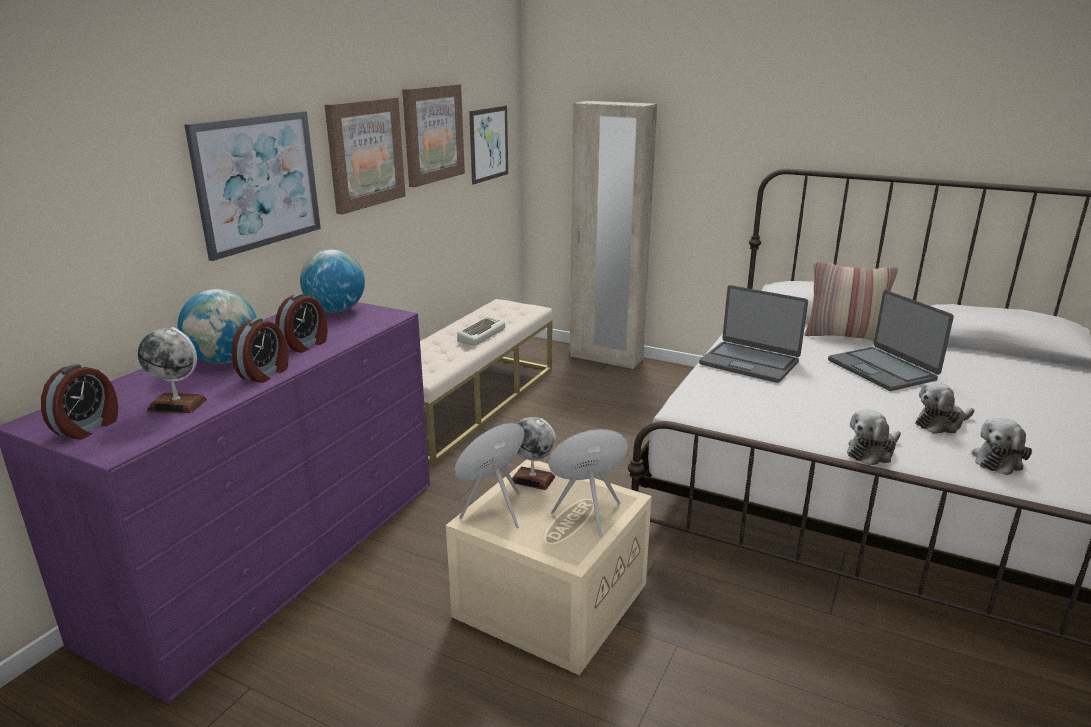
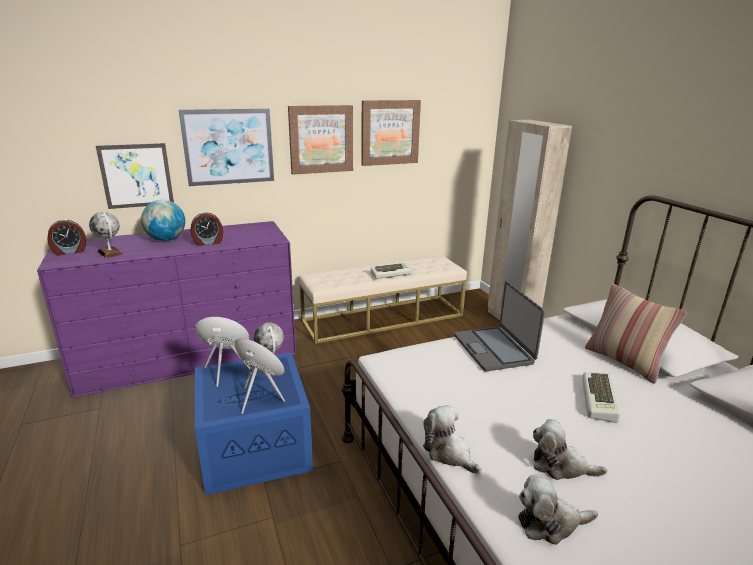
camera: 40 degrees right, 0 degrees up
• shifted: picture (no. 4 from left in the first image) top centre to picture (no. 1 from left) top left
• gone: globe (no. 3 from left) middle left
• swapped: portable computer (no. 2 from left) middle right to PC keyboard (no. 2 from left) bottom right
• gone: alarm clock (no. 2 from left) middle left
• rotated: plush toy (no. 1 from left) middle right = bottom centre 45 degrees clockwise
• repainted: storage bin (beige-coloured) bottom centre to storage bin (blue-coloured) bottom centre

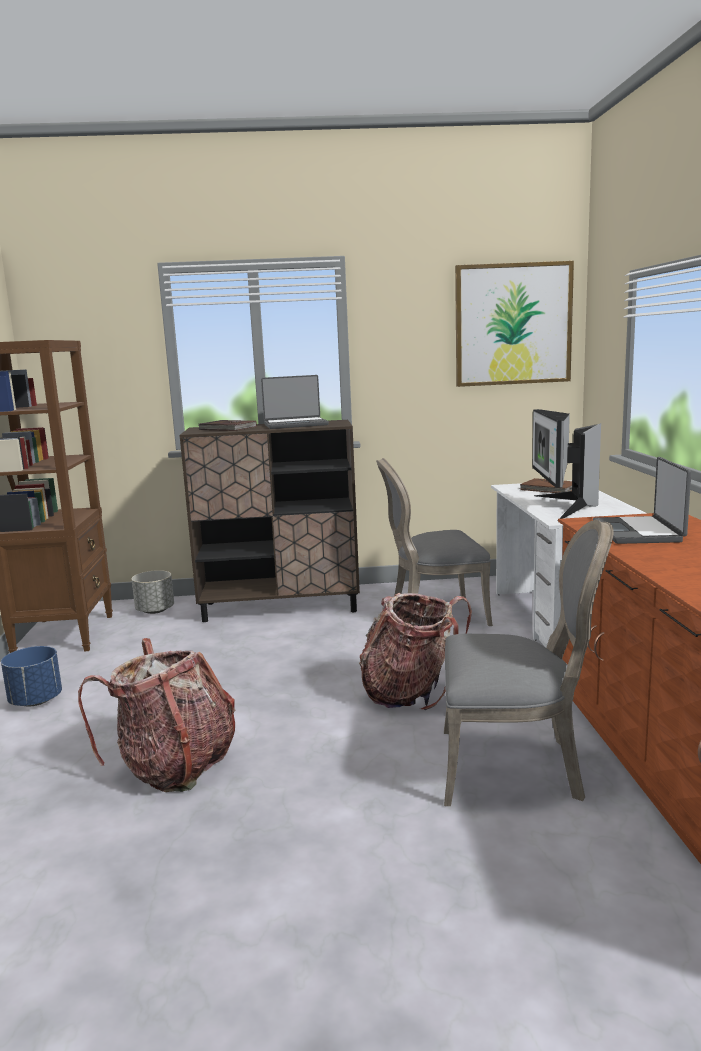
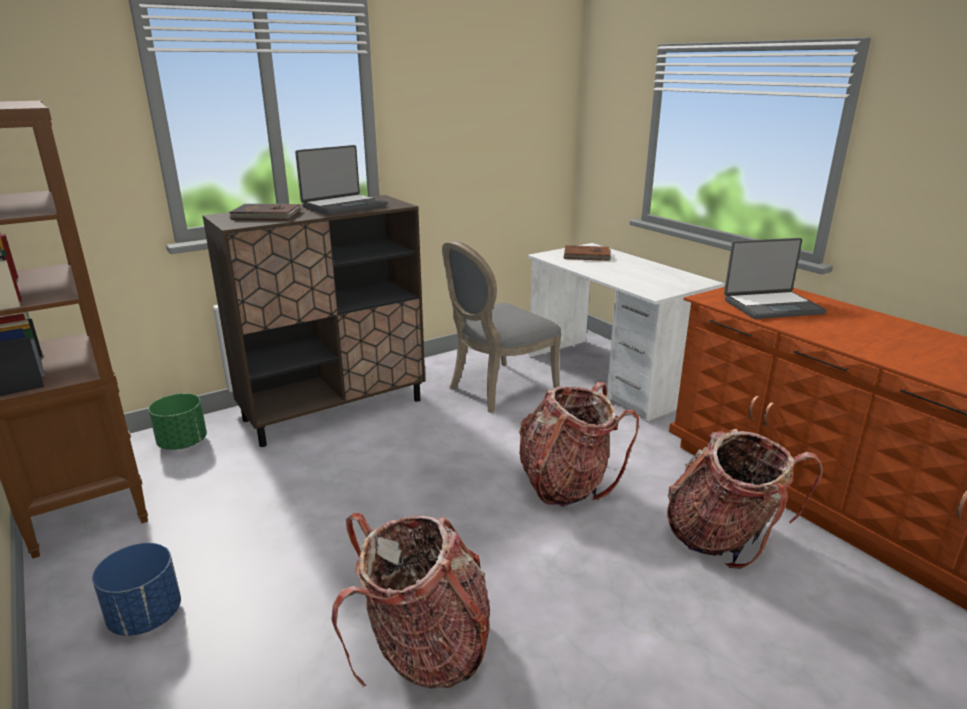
camera: 30 degrees left, 10 degrees up
• gone: picture top right
• gone: monitor middle right
• rotated: portable computer (no. 2 from left) middle right = middle right 75 degrees counterclockwise
• swapped: chair (greyish) (no. 2 from left) middle right to knapsack (no. 3 from left) bottom right
• repainted: planter (greyish) middle left to planter (greenish) middle left

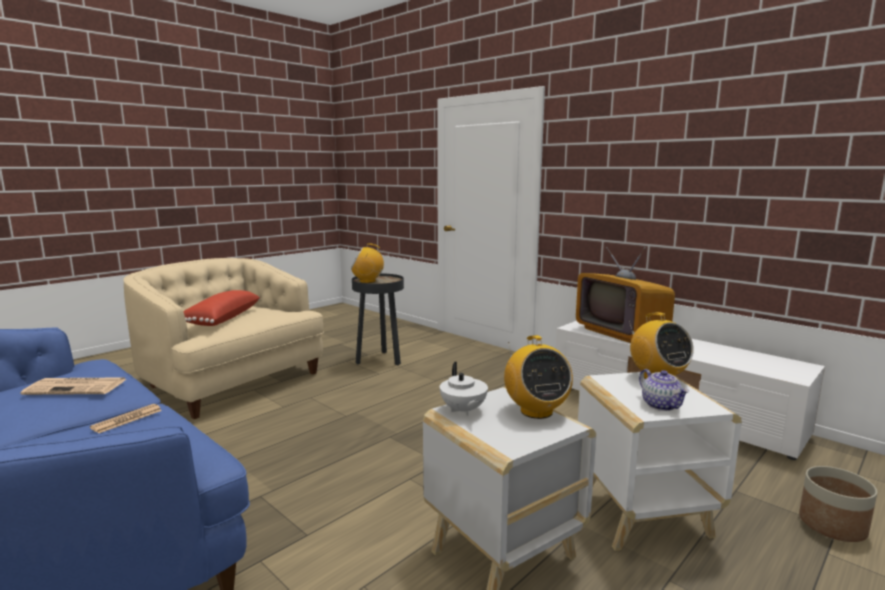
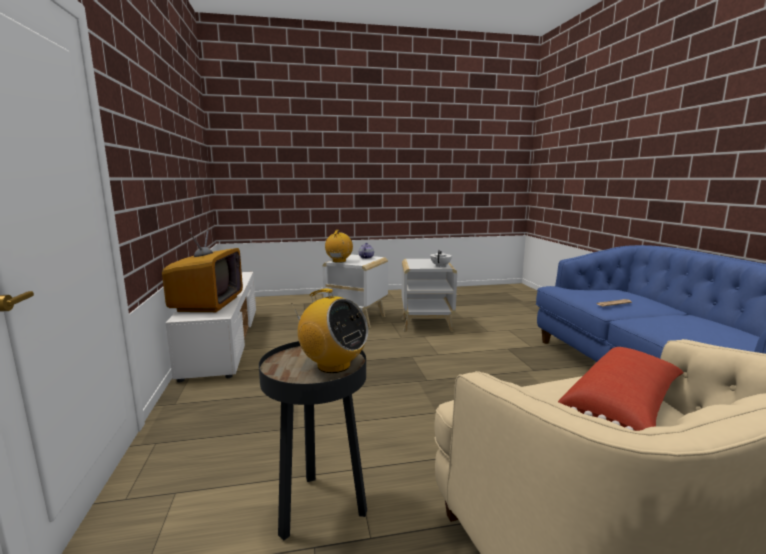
camera: 145 degrees left, 0 degrees up
• gone: radio (no. 2 from left) centre
• gone: daily paper (no. 1 from left) middle left
• gone: planter bottom right

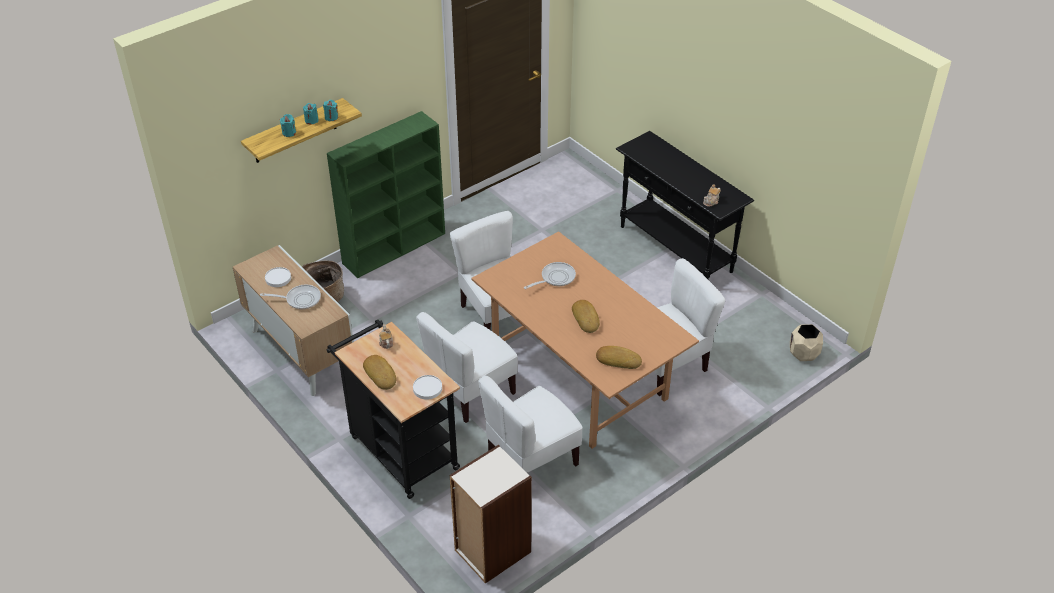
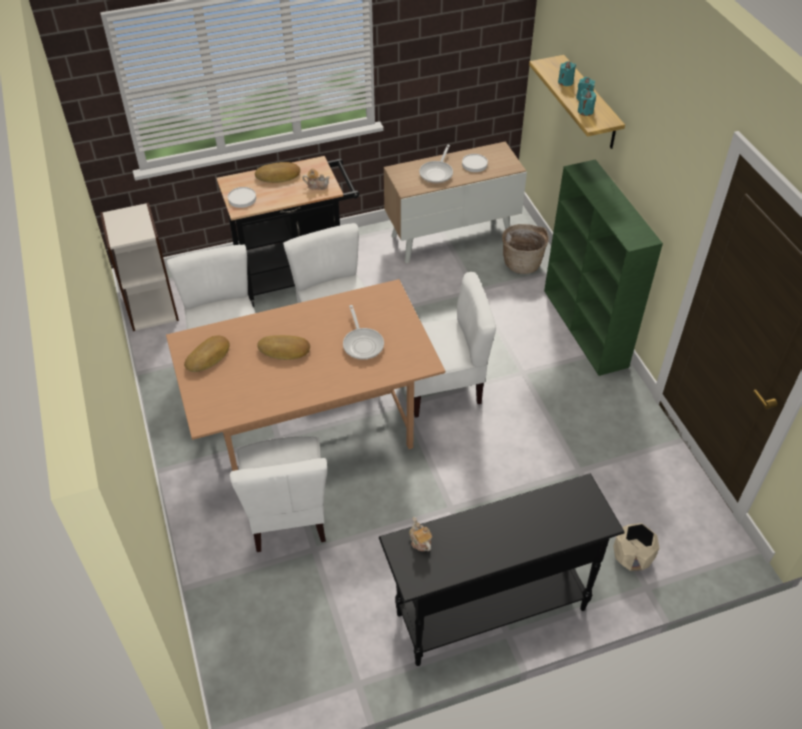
camera: 110 degrees right, 5 degrees up
• shifted: planter (beige-coloured) middle right to bottom right

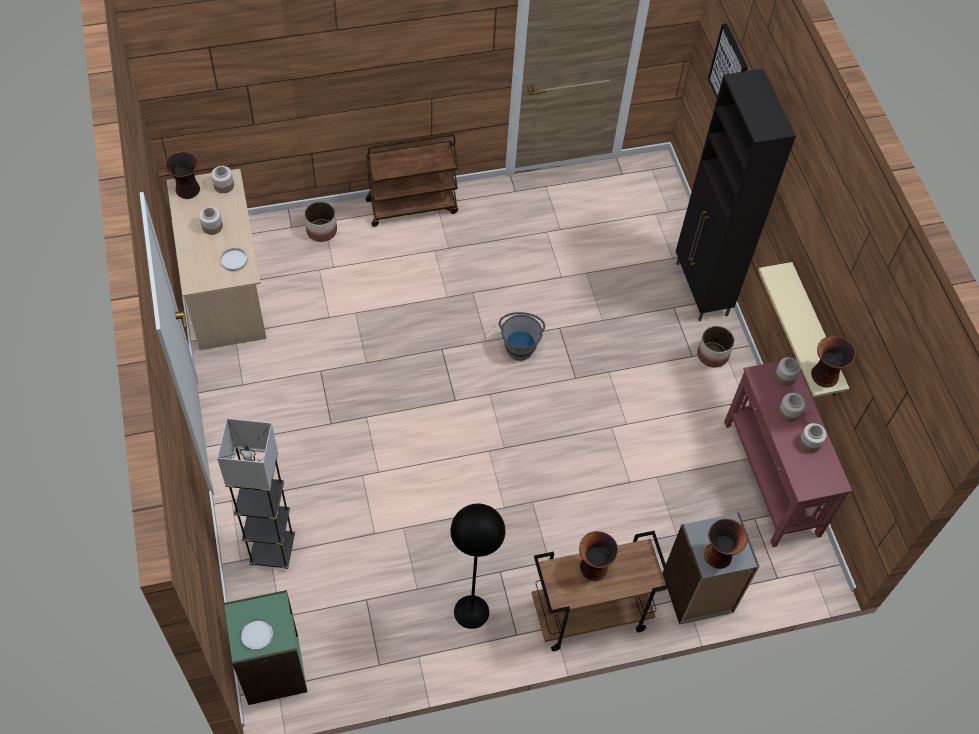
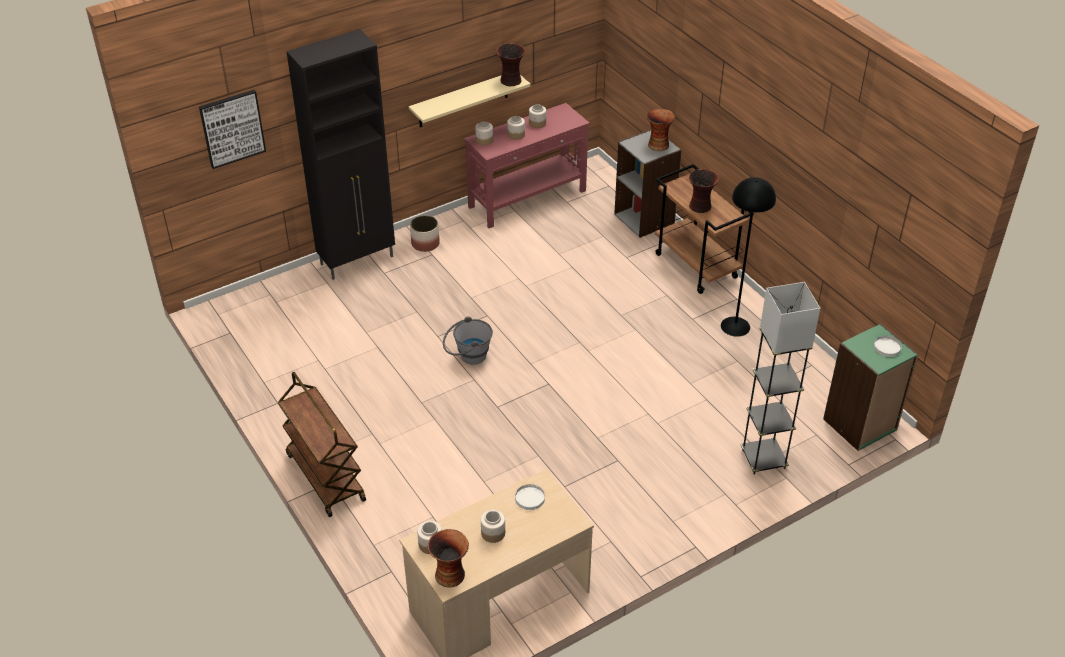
camera: 105 degrees left, 15 degrees down
• gone: planter (no. 1 from left) top left

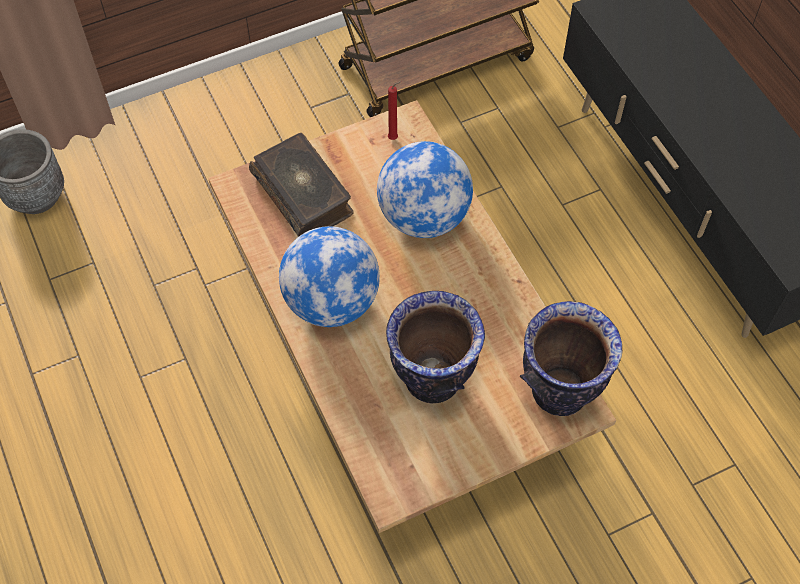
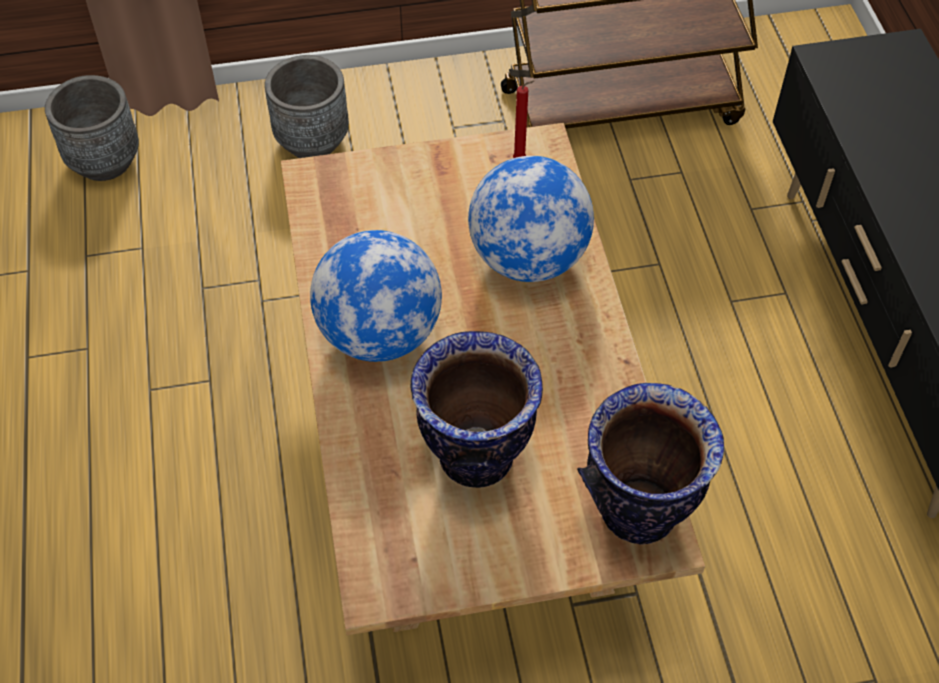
camera: 15 degrees right, 5 degrees down
• gone: volume top centre
• new: planter (greyish) (no. 2 from left) top left

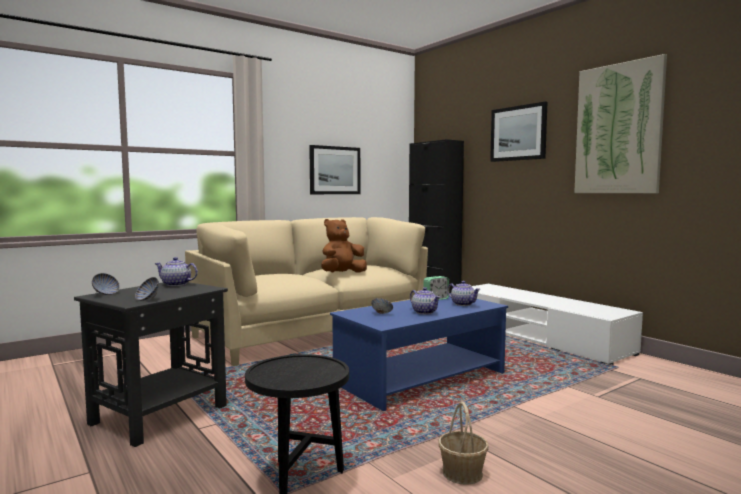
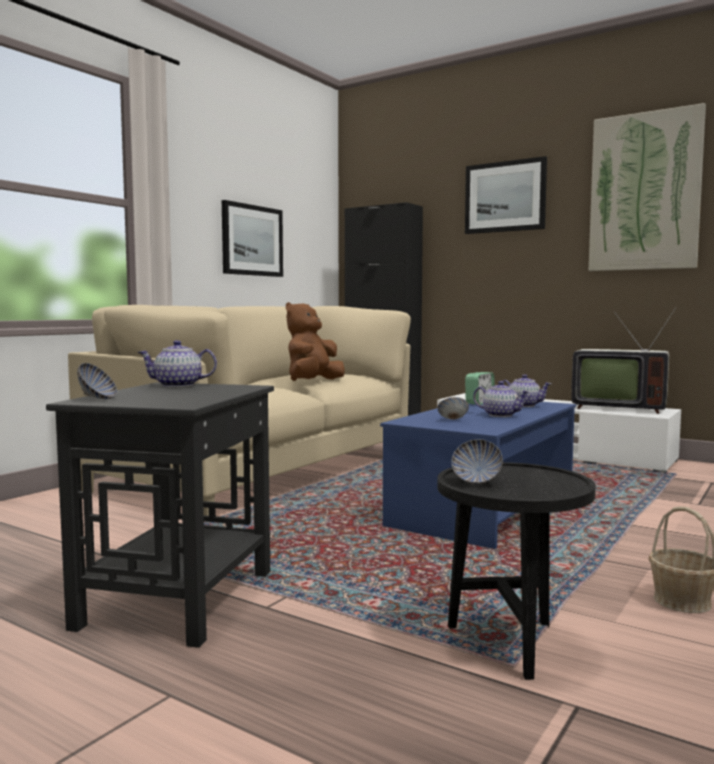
camera: 20 degrees left, 0 degrees up
• shifted: serving bowl (no. 2 from left in the first image) middle left to serving bowl (no. 3 from left) middle right
• new: TV set middle right

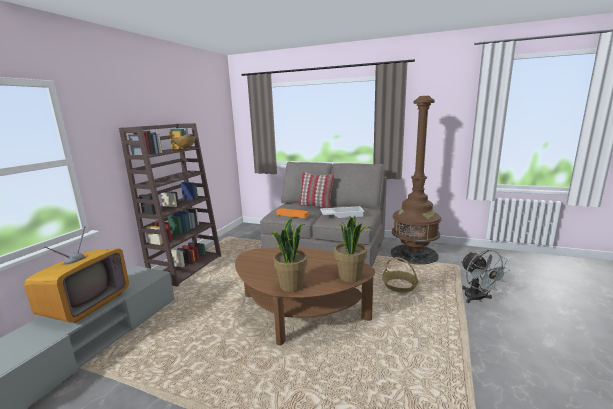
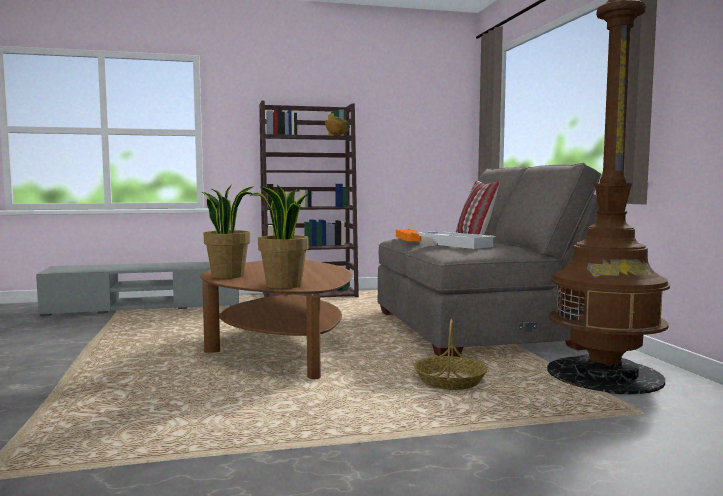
camera: 55 degrees right, 10 degrees down
• gone: TV set bottom left
• gone: cooling fan (greyish) bottom right

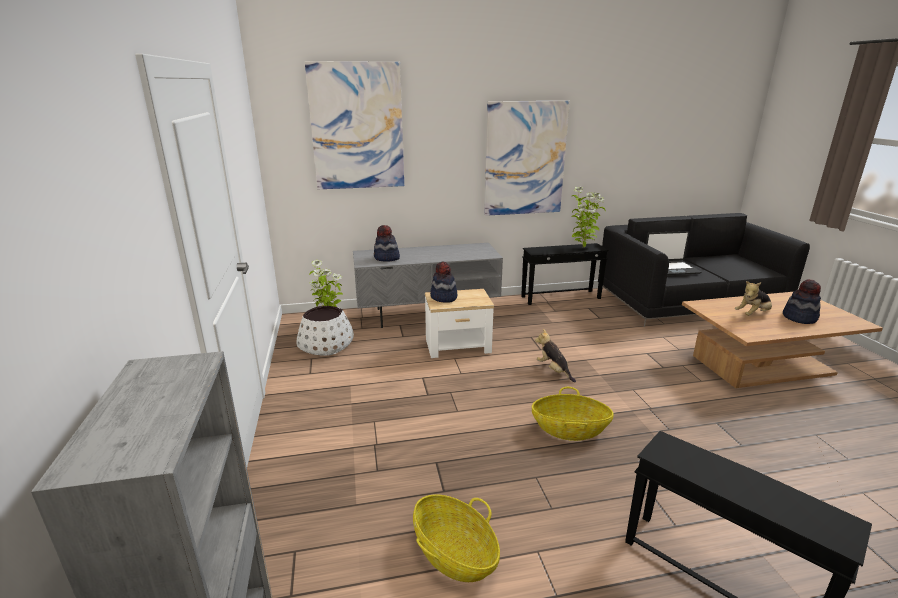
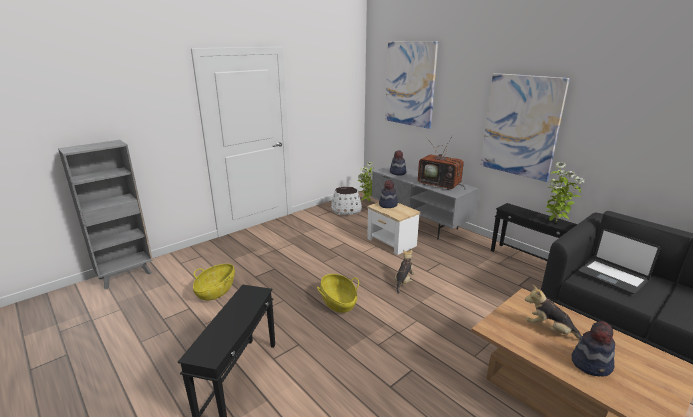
camera: 60 degrees right, 0 degrees up
• new: TV set centre

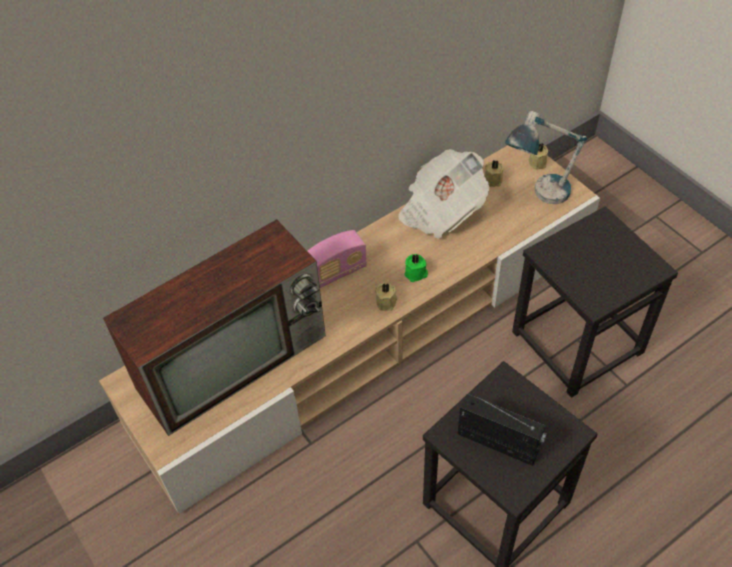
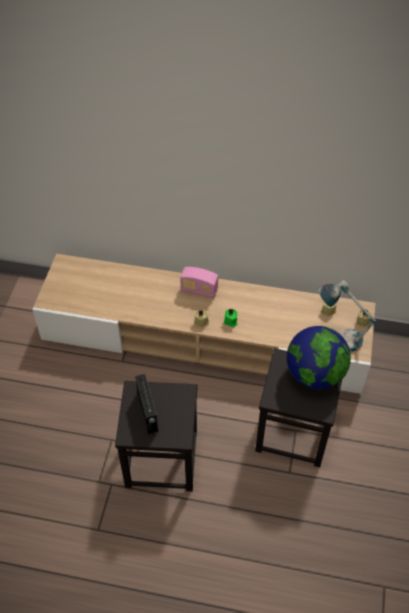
camera: 45 degrees right, 0 degrees up
• gone: daily paper centre
• gone: TV set middle left
• new: globe middle right

